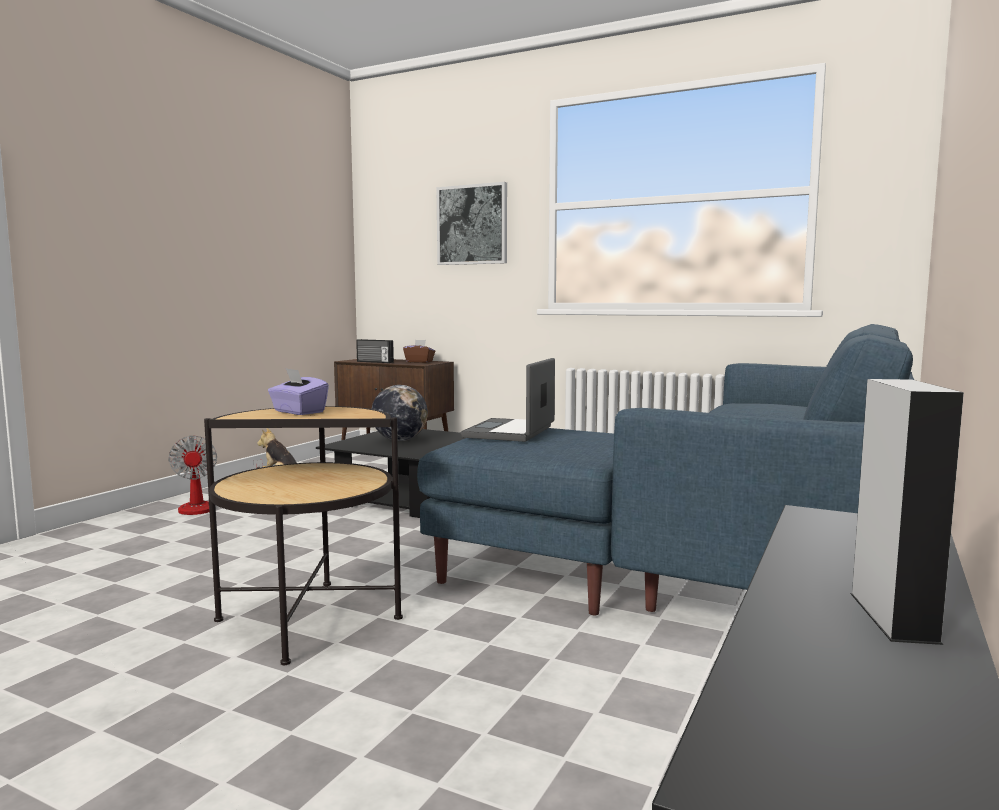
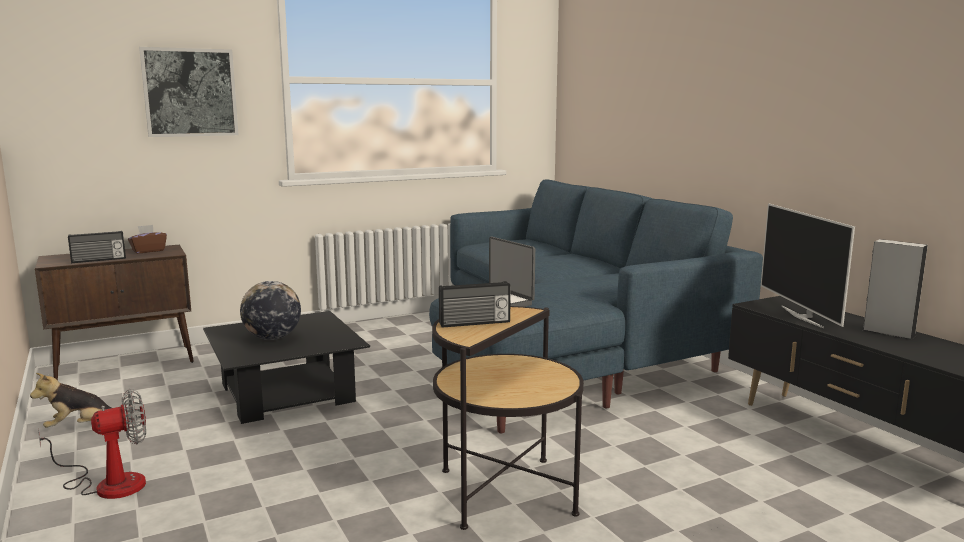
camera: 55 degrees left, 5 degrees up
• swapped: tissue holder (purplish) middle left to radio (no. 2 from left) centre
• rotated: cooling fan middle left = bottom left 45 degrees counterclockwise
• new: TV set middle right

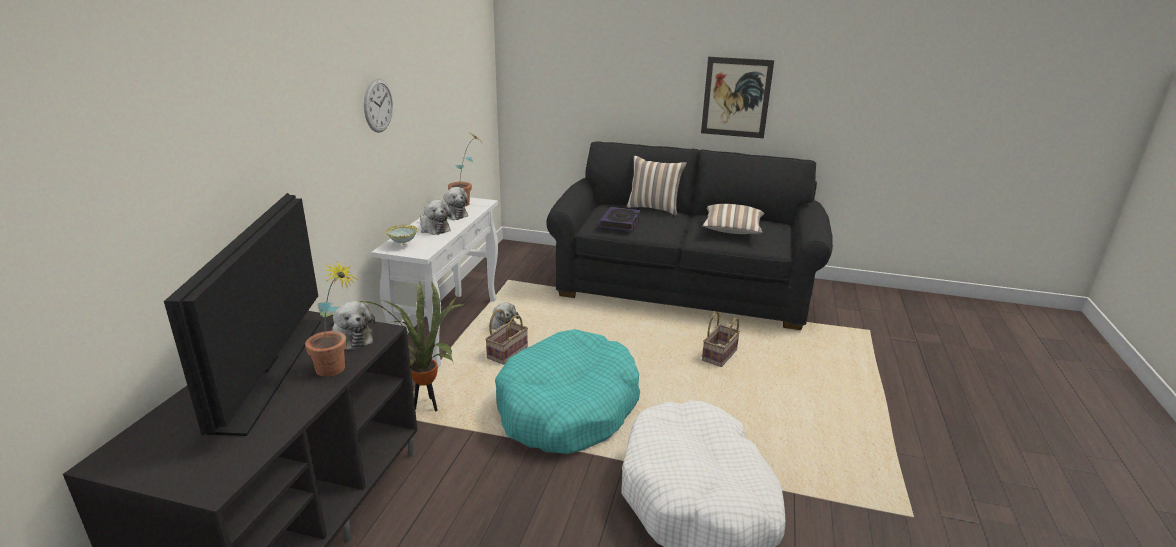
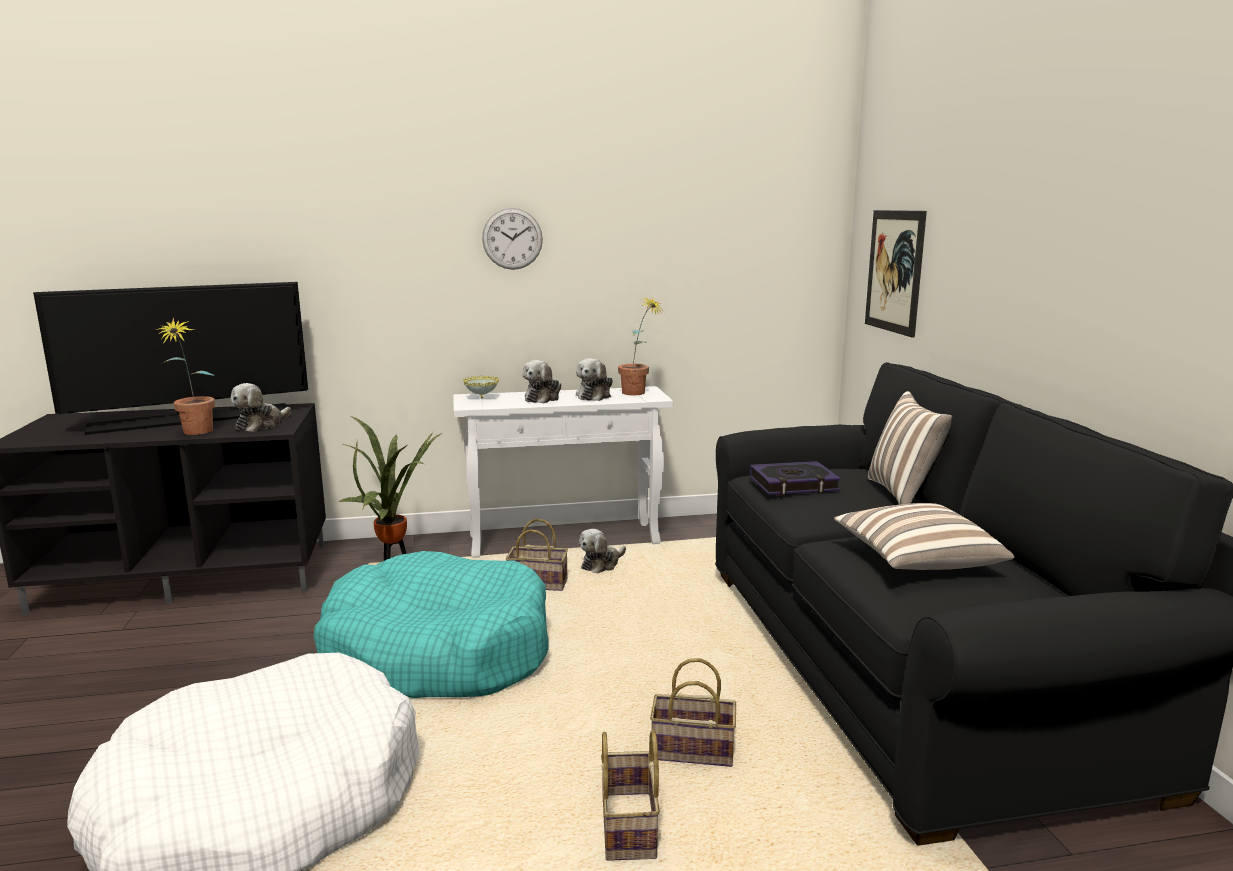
camera: 65 degrees right, 10 degrees down
• shifted: picture top centre to top right
• new: household basket (no. 2 from left) bottom centre

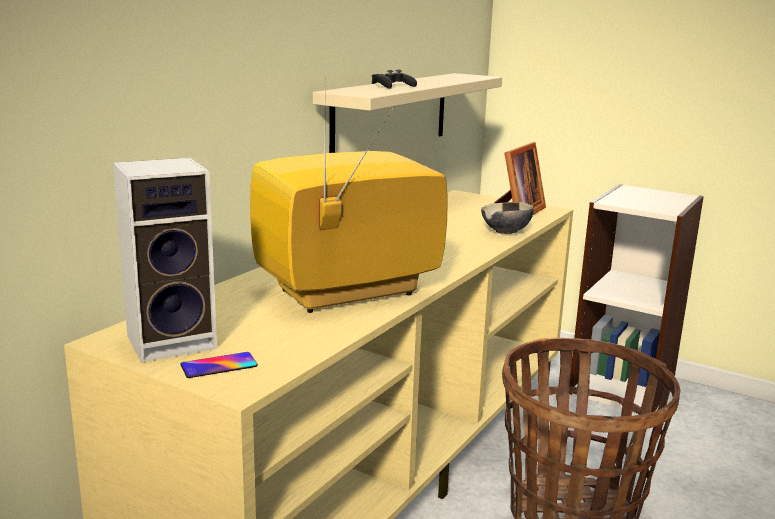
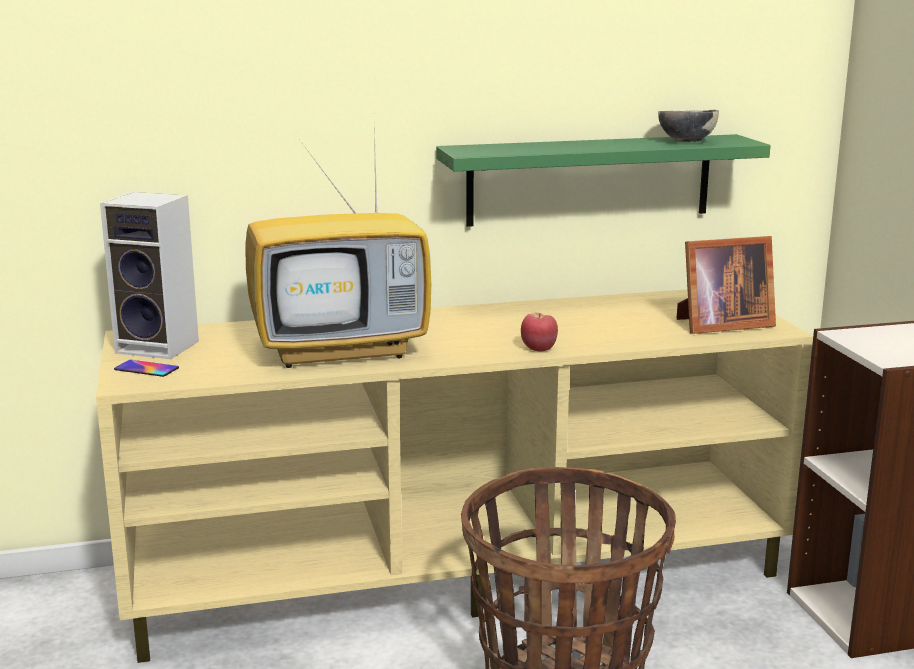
camera: 45 degrees right, 0 degrees up
• gone: game controller (blackish) top centre
• repainted: wall shelf (beige-coloured) top centre to wall shelf (greenish) top centre
• rotated: TV set centre = centre 150 degrees clockwise
• shifted: serving bowl centre to top right
• new: apple fruit centre

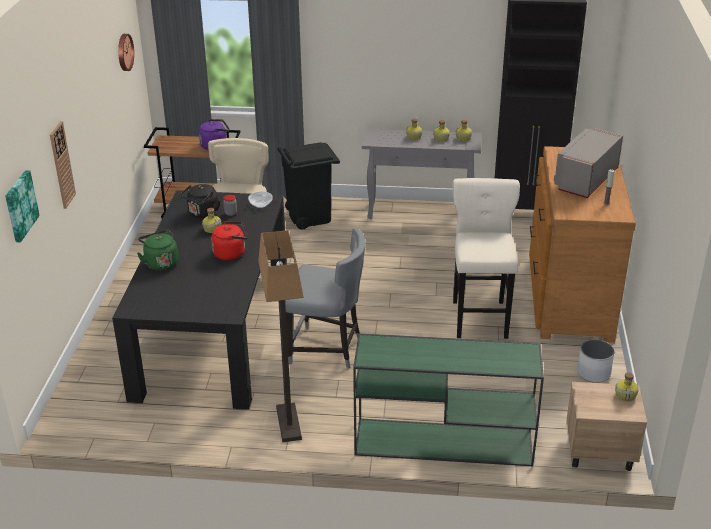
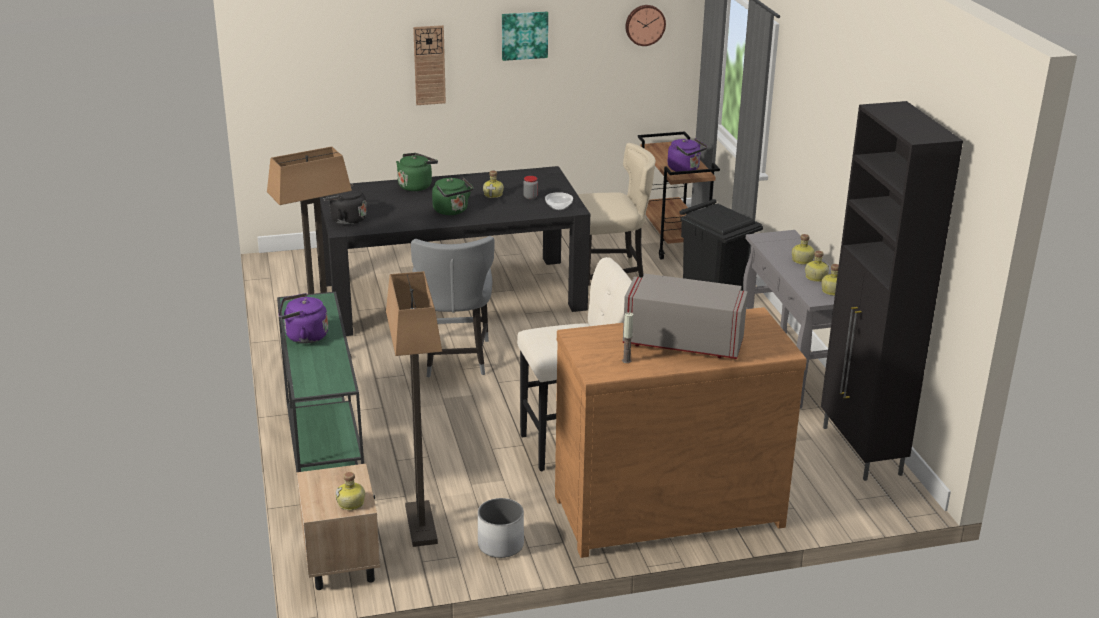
camera: 70 degrees right, 5 degrees down
• shifted: picture middle left to top centre
• shifted: kettle (blackish) middle left to top left
• repainted: kettle (red) middle left to kettle (greenish) (no. 2 from left) top centre
• new: standard lamp (no. 2 from left) centre
• new: kettle (purplish) (no. 1 from left) middle left

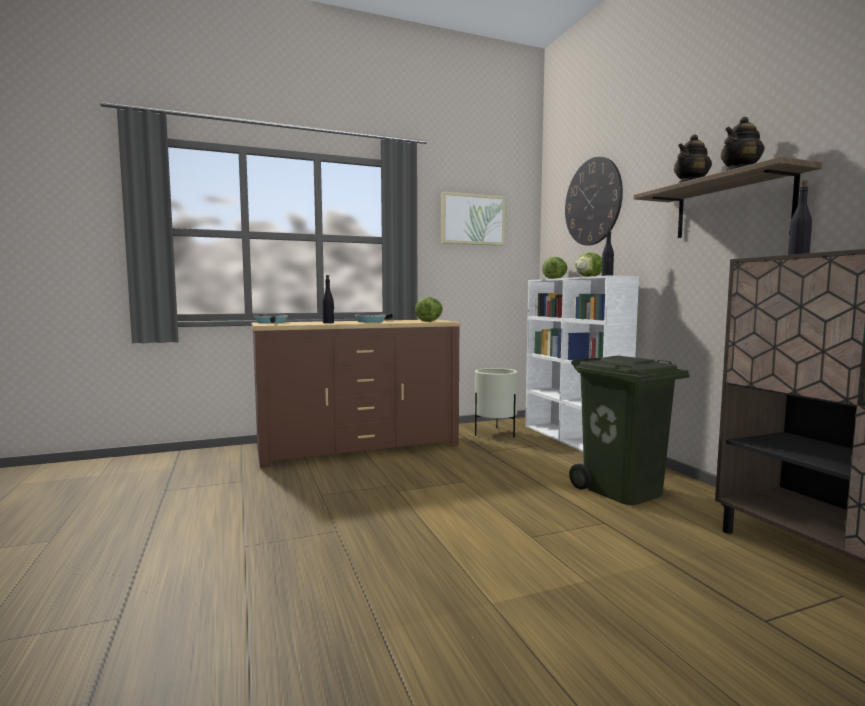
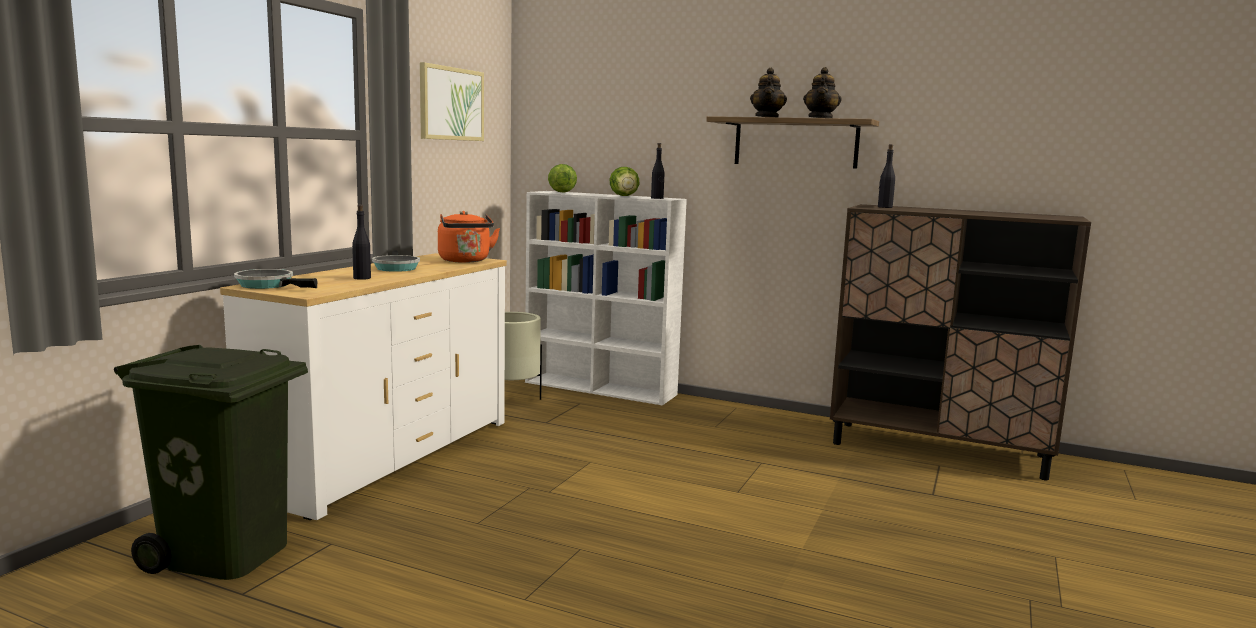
camera: 45 degrees left, 5 degrees up
• gone: wall clock top right
• swapped: head of lettuce (no. 1 from left) centre to kettle (orange-coloured) centre
• repainted: drawer chest (brown-coloured) centre to drawer chest (whitish) middle left
• shifted: rubbish bin (greenish) middle right to bottom left

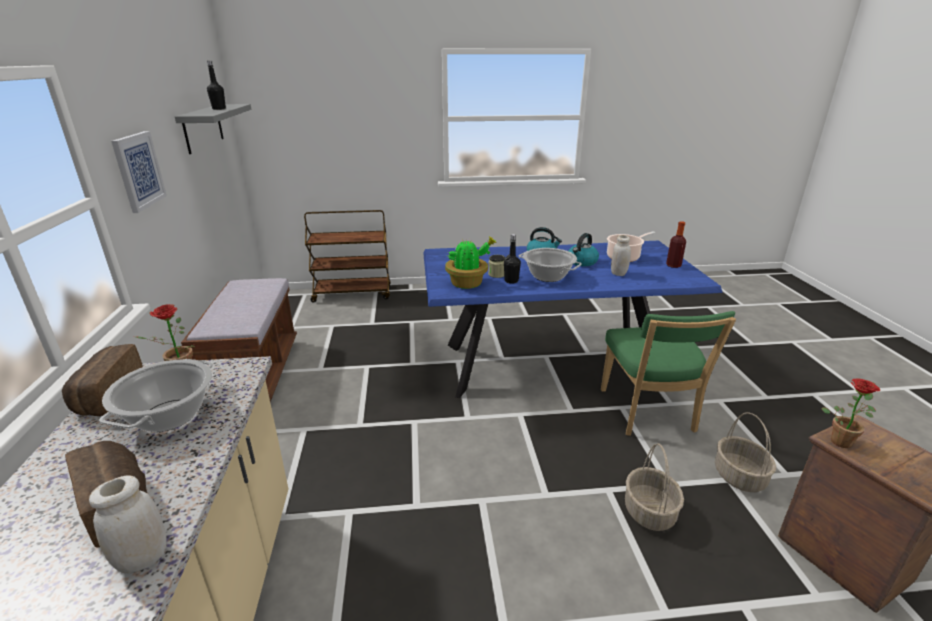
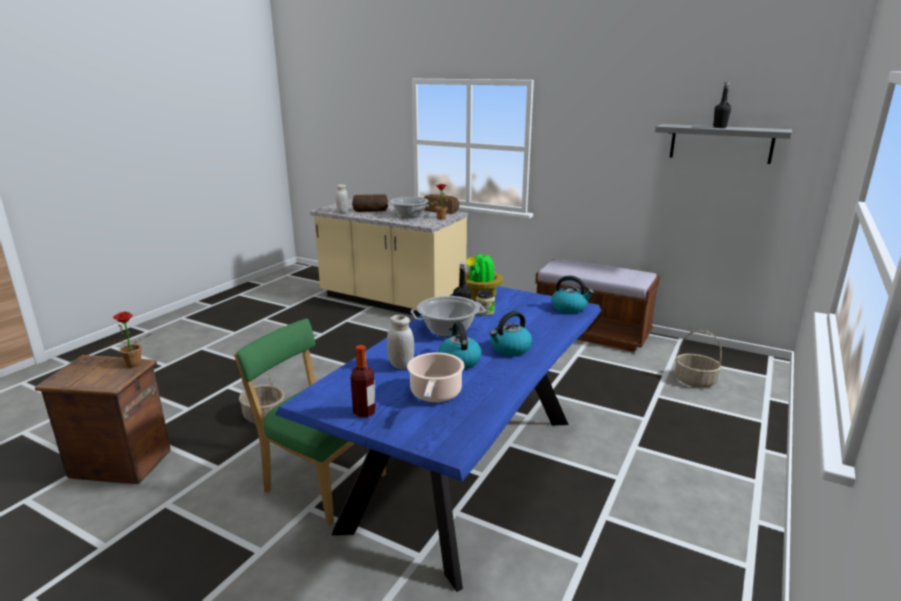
camera: 125 degrees right, 5 degrees down
• gone: picture top left
• gone: trolley (brown-coloured) centre
• shifted: household basket (no. 2 from left) bottom right to middle right
• new: kettle (no. 3 from left) centre

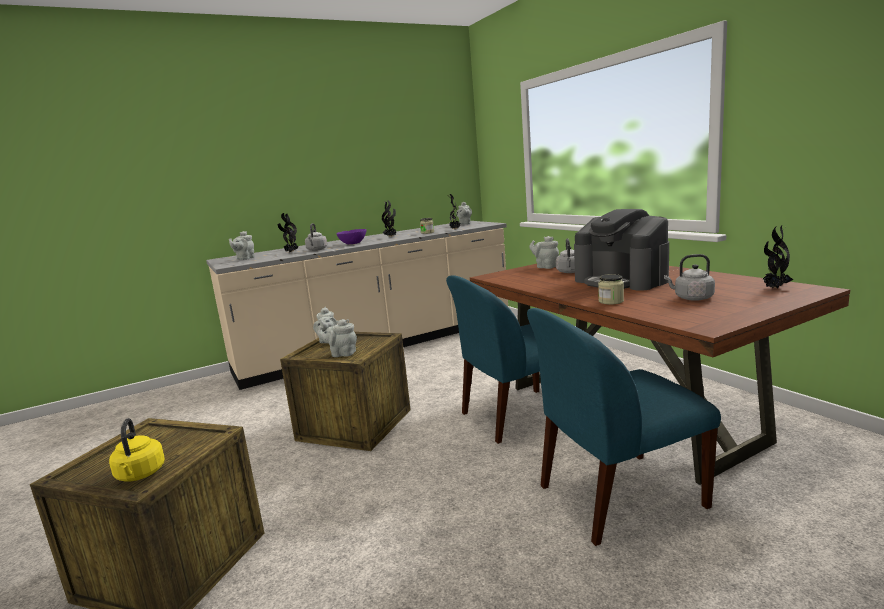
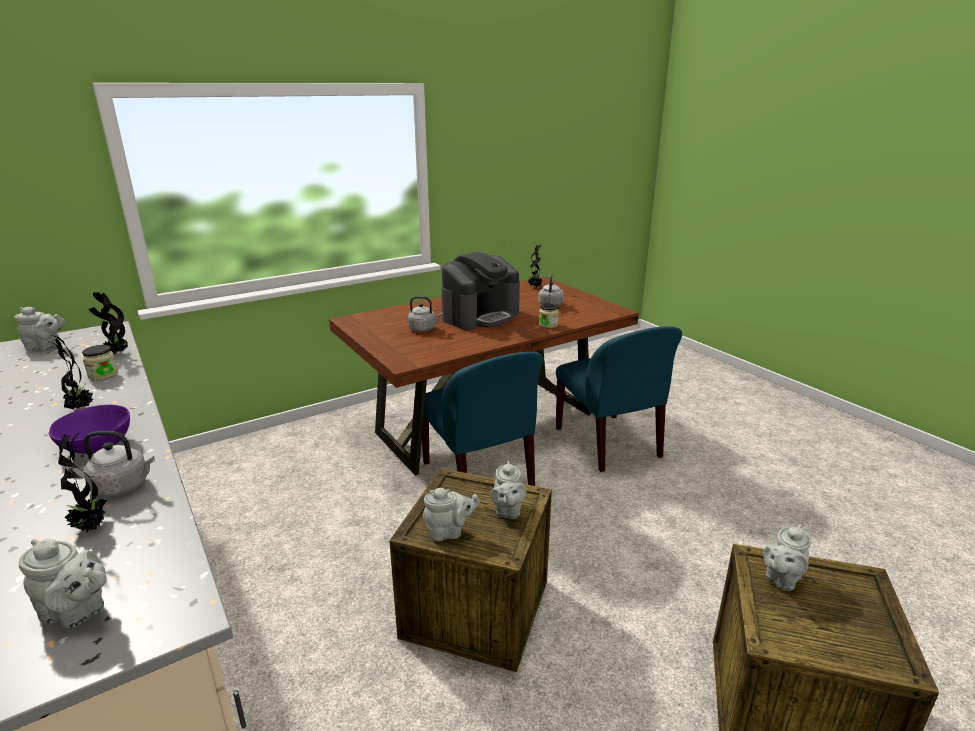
camera: 95 degrees left, 10 degrees up
• shifted: pot for tea (greyish) (no. 5 from left) centre to bottom right
• gone: kettle (yellow-coloured) bottom left

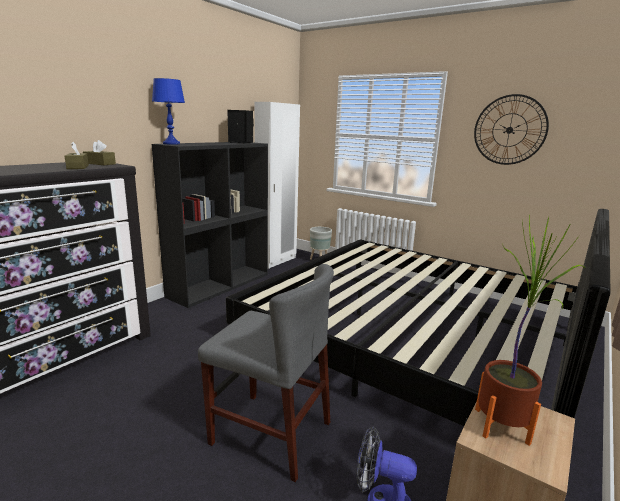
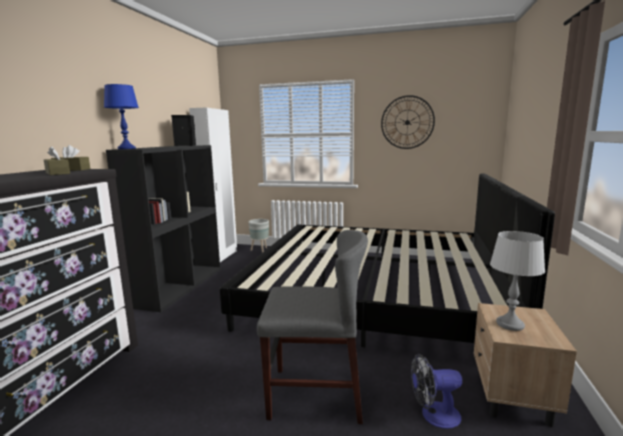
camera: 20 degrees left, 5 degrees down
• swapped: houseplant middle right to table lamp (greyish) middle right

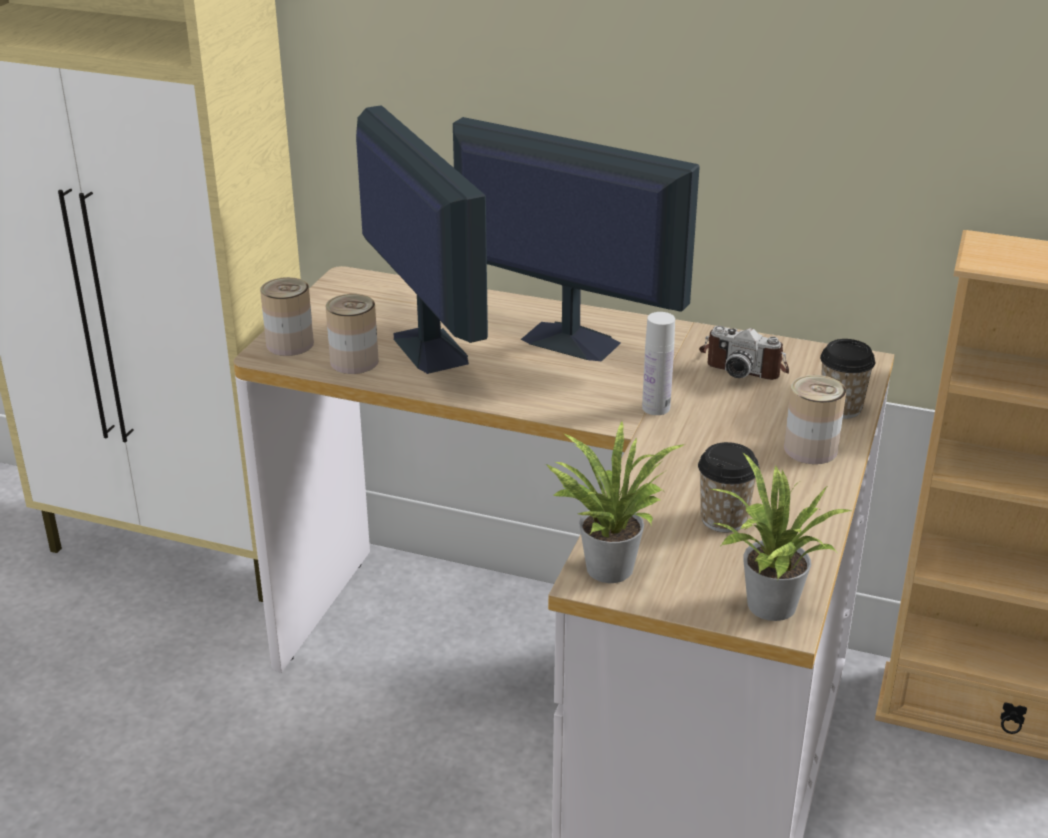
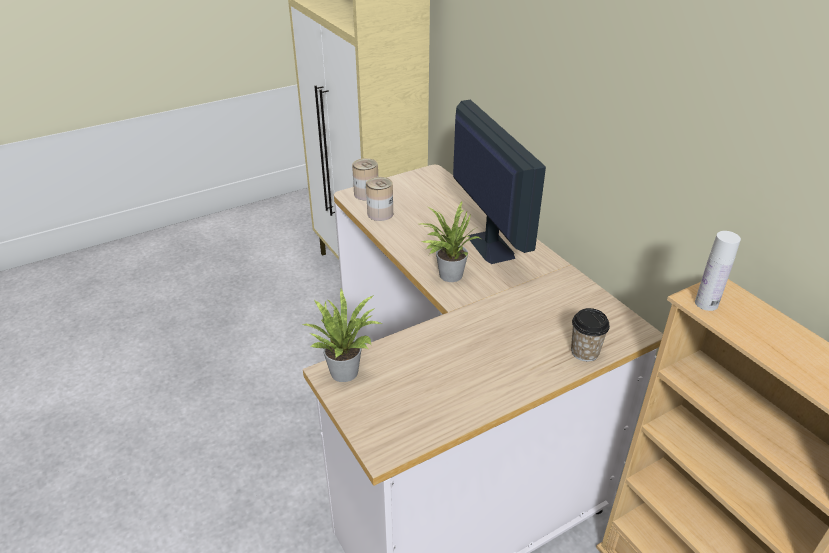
camera: 40 degrees right, 5 degrees up
• gone: monitor (no. 1 from left) top centre
• shifted: beverage bottle (whitish) centre to middle right
• gone: photo camera middle right
• gone: can (no. 3 from left) middle right
• gone: drinking cup (no. 1 from left) middle right
• shifted: houseplant (no. 2 from left) middle right to centre

